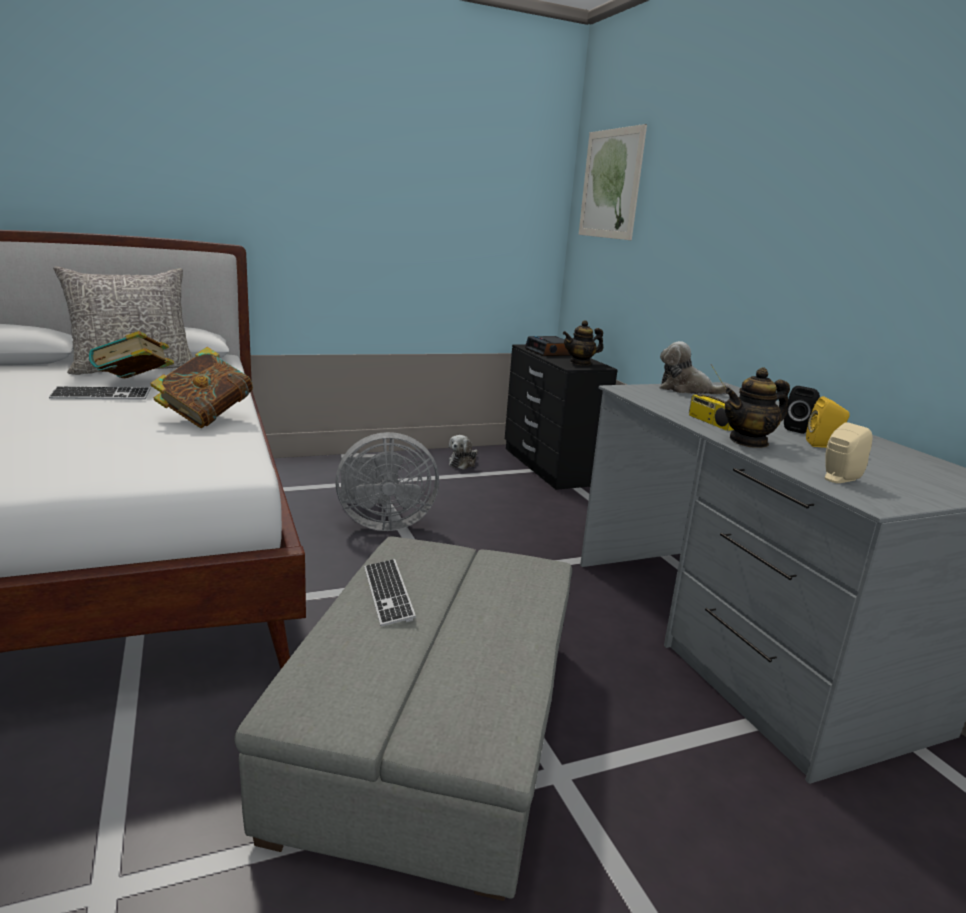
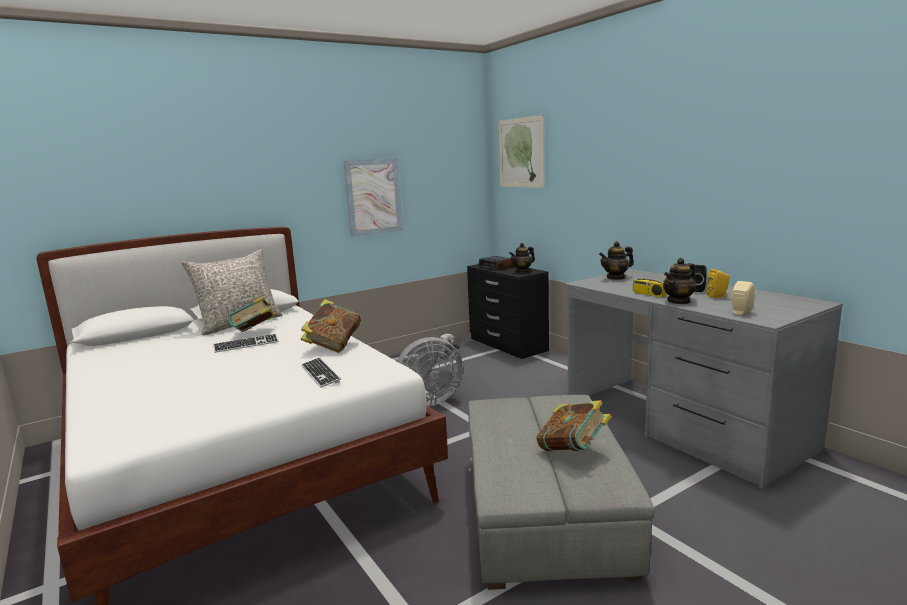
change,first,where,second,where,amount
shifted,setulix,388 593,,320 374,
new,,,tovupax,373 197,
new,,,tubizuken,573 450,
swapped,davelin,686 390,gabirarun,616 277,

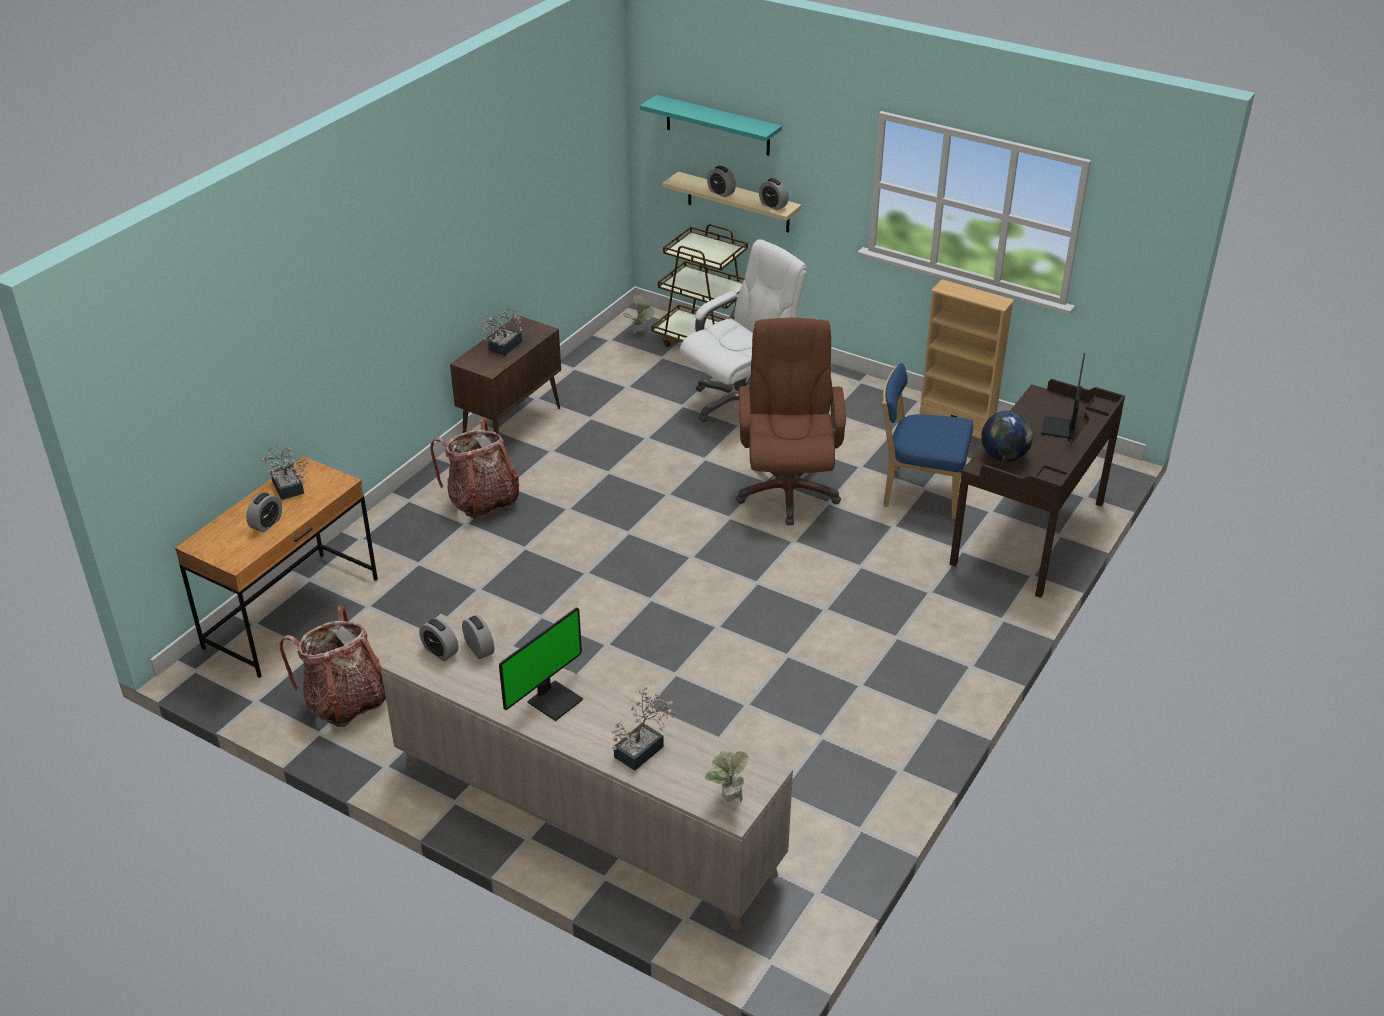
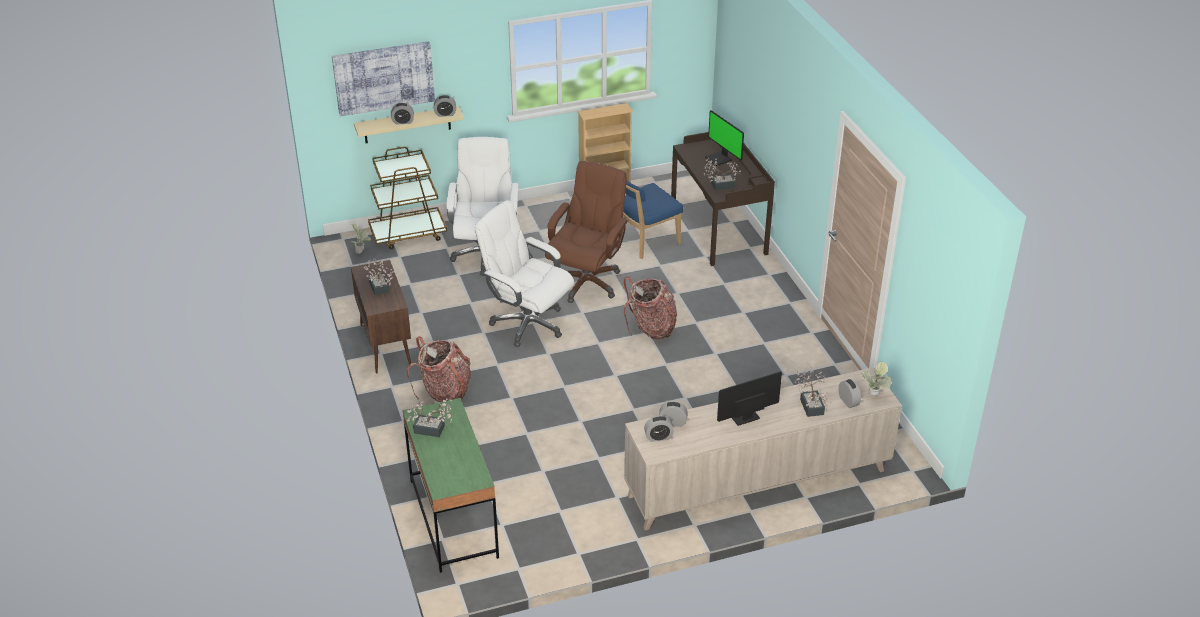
change,first,where,second,where,amount
swapped,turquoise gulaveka,717 126,tovupax,383 77,
repainted,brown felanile,292 613,green felanile,453 518,
new,,,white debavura,527 323,
rotated,brown debavura,787 491,,586 282,75 degrees clockwise
shifted,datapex,346 701,,651 328,
swapped,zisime,1004 456,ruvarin,720 185,
rotated,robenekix,553 700,,743 416,105 degrees counterclockwise
shifted,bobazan,266 524,,848 401,

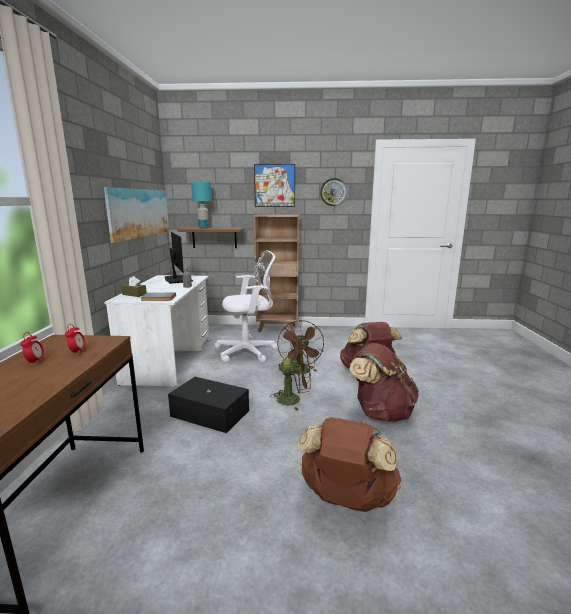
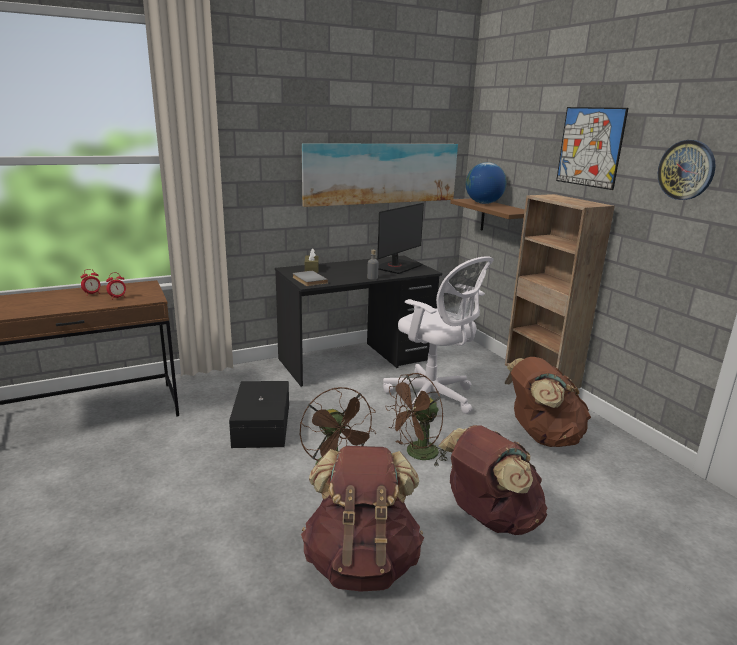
change,first,where,second,where,amount
repainted,white felanile,169 359,black felanile,356 360,
swapped,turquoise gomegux,203 228,zisime,483 203,
shifted,brown datapex,346 499,,541 437,

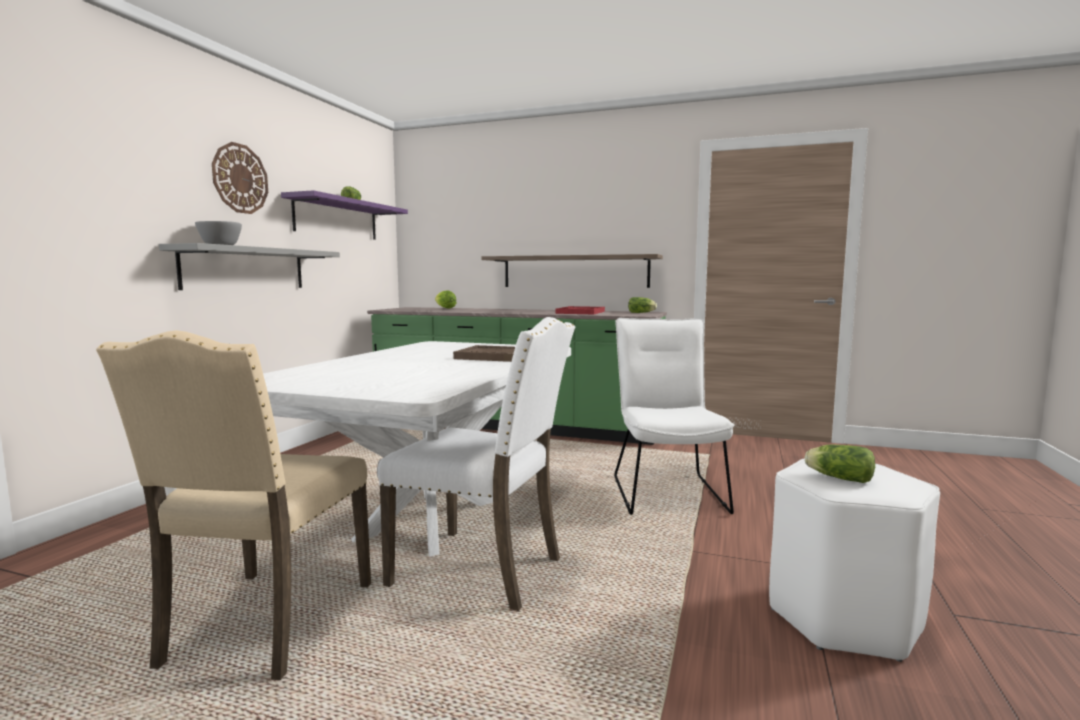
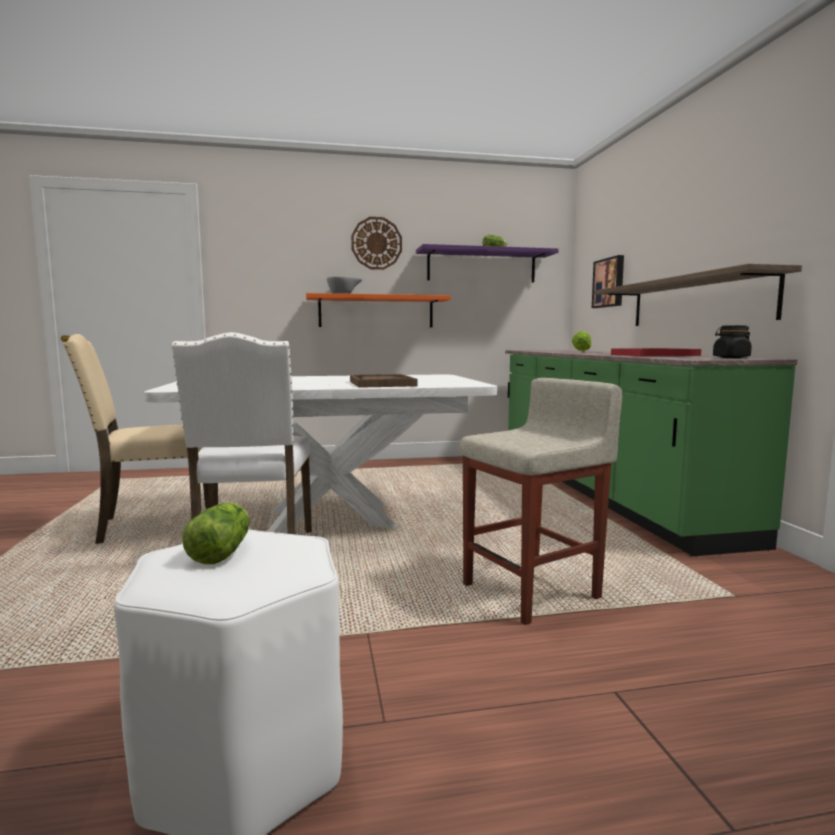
change,first,where,second,where,amount
repainted,grey gulaveka,245 268,orange gulaveka,376 312,
swapped,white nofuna,666 491,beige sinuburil,532 591,
new,,,tovupax,609 283,
swapped,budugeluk,642 312,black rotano,731 357,

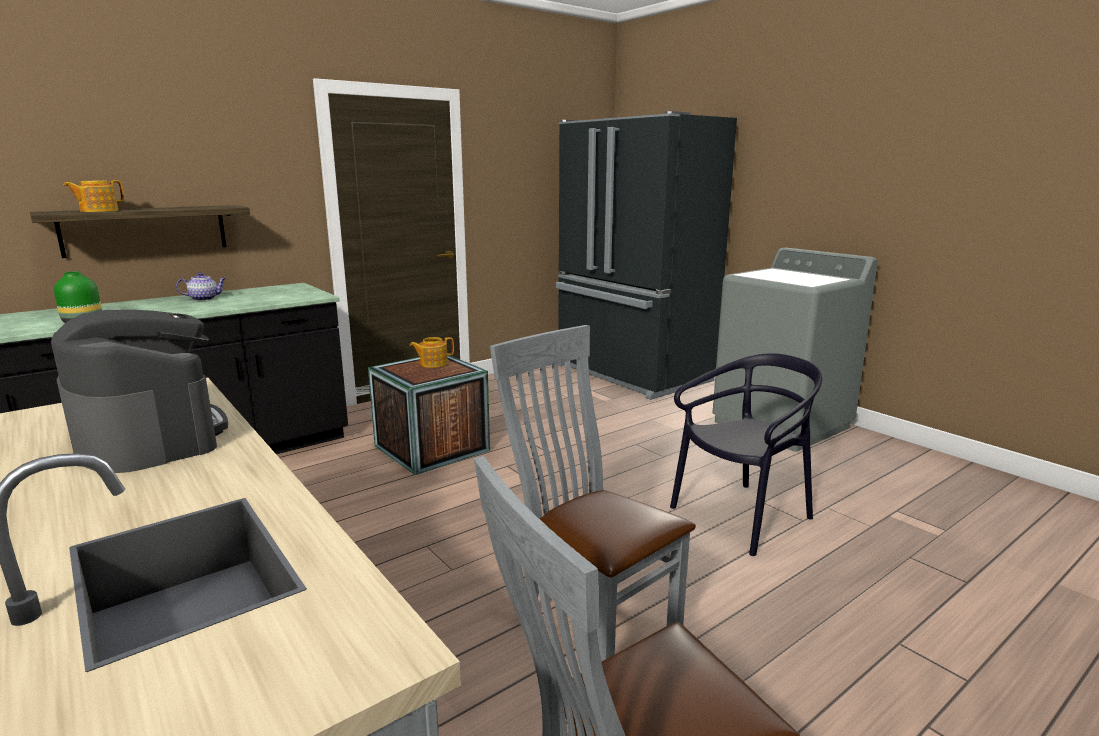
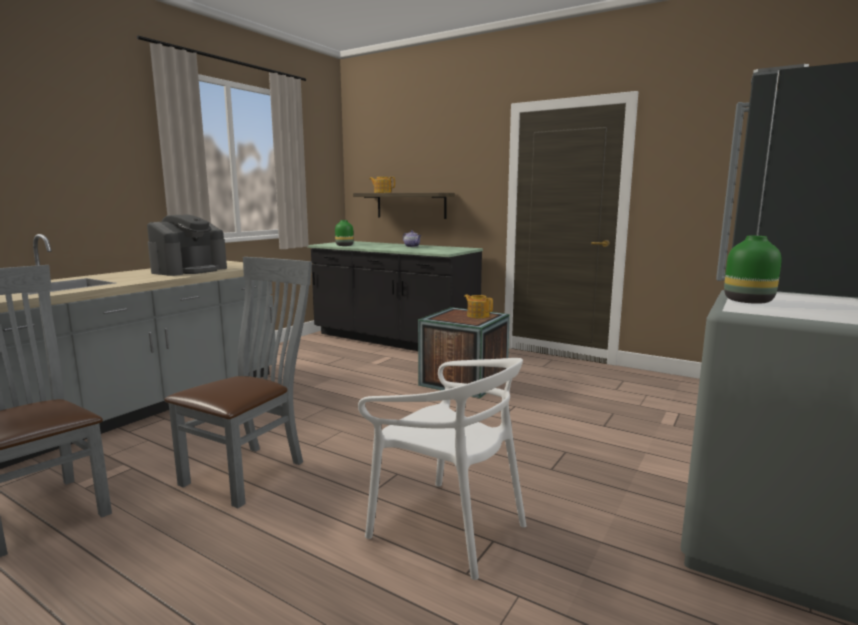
change,first,where,second,where,amount
repainted,black nofuna,742 516,white nofuna,448 527,
new,,,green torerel,749 301,

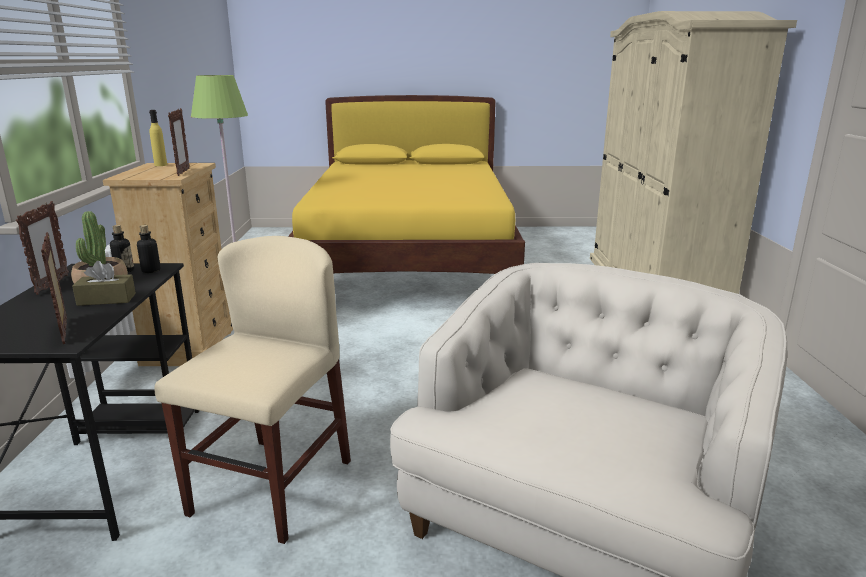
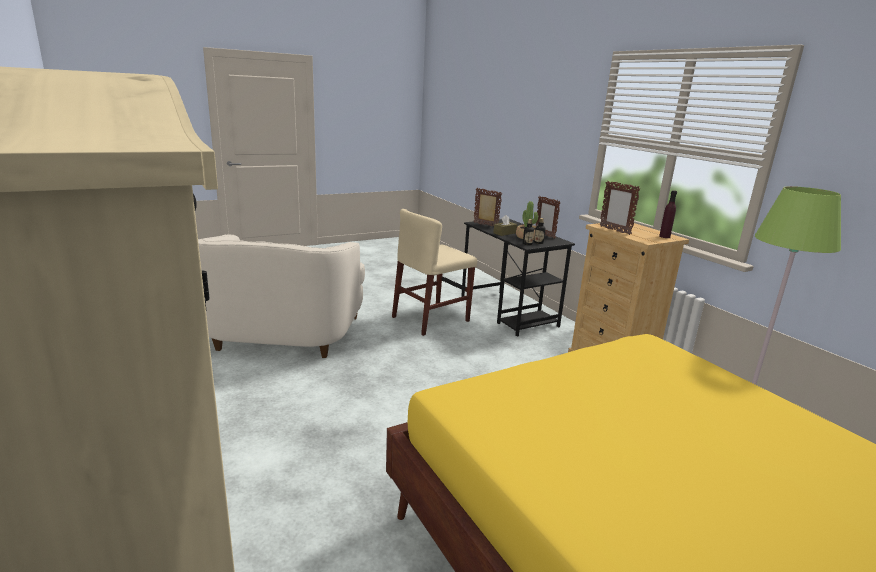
change,first,where,second,where,amount
rotated,beige nofuna,272 487,,431 319,60 degrees clockwise
repainted,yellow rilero,161 165,purple rilero,664 236,

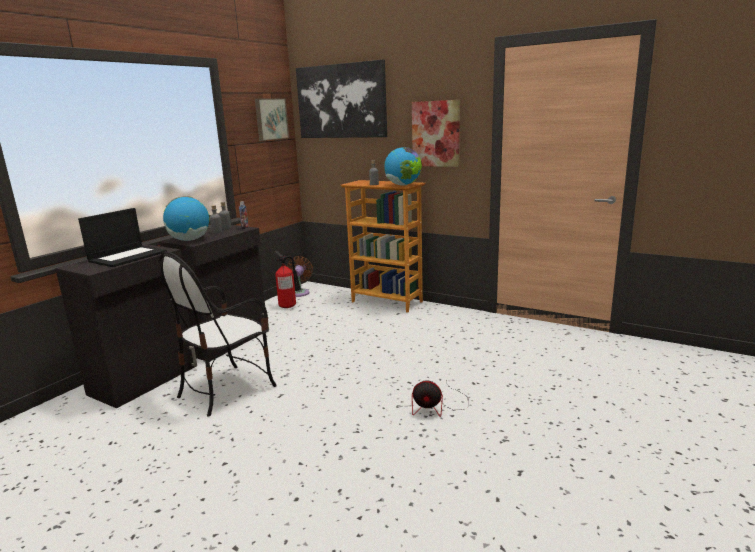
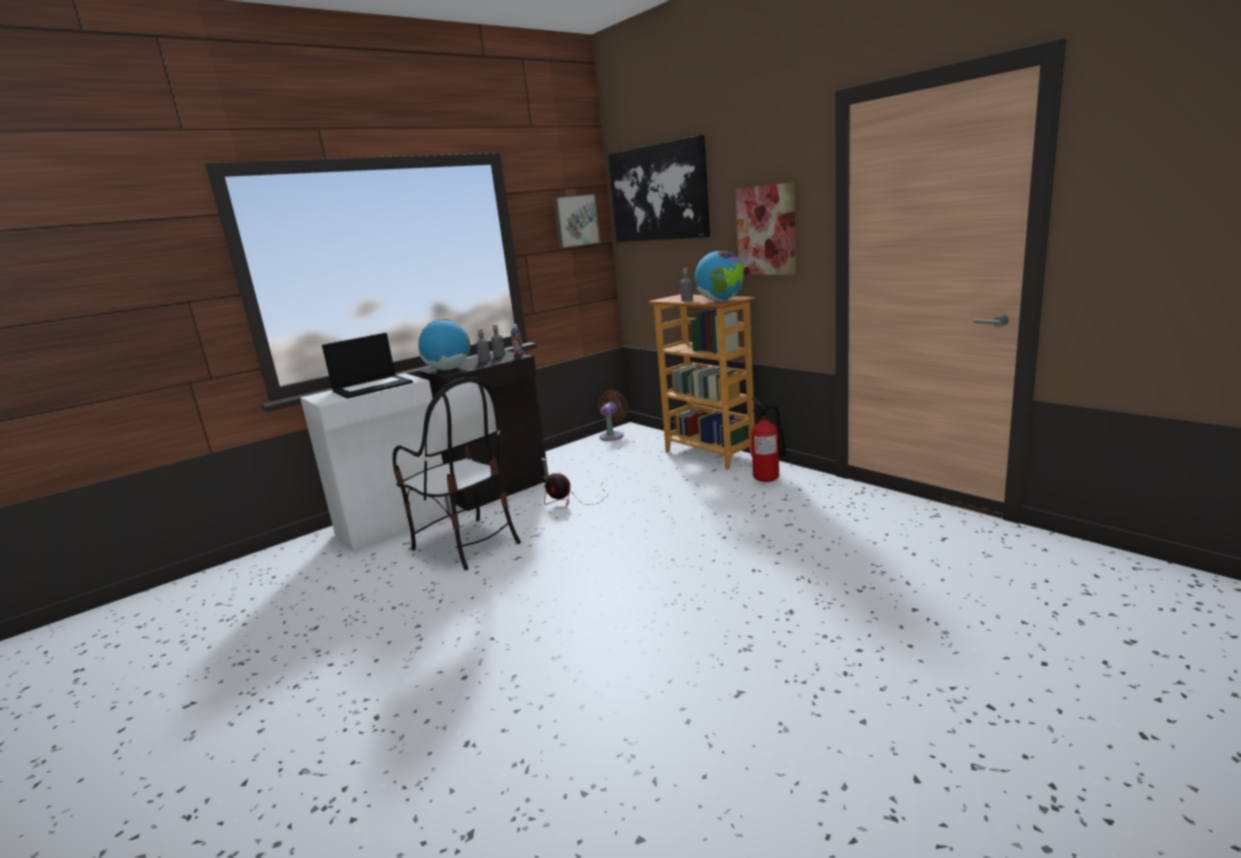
change,first,where,second,where,amount
repainted,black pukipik,145 380,white pukipik,396 524,
rotated,nofuna,227 389,,467 544,105 degrees counterclockwise
shifted,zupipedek,438 406,,573 500,
shifted,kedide,289 306,,769 478,

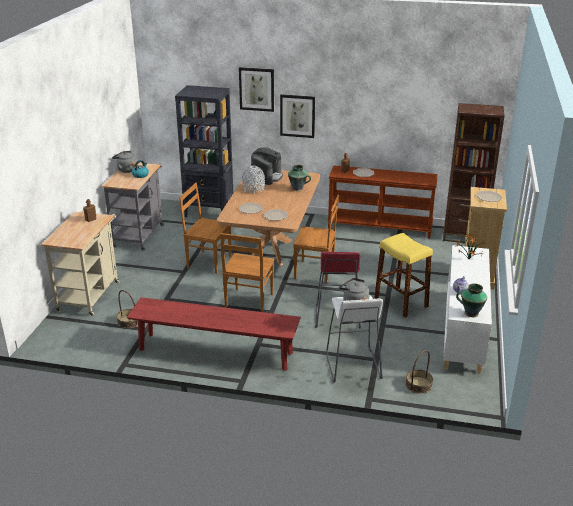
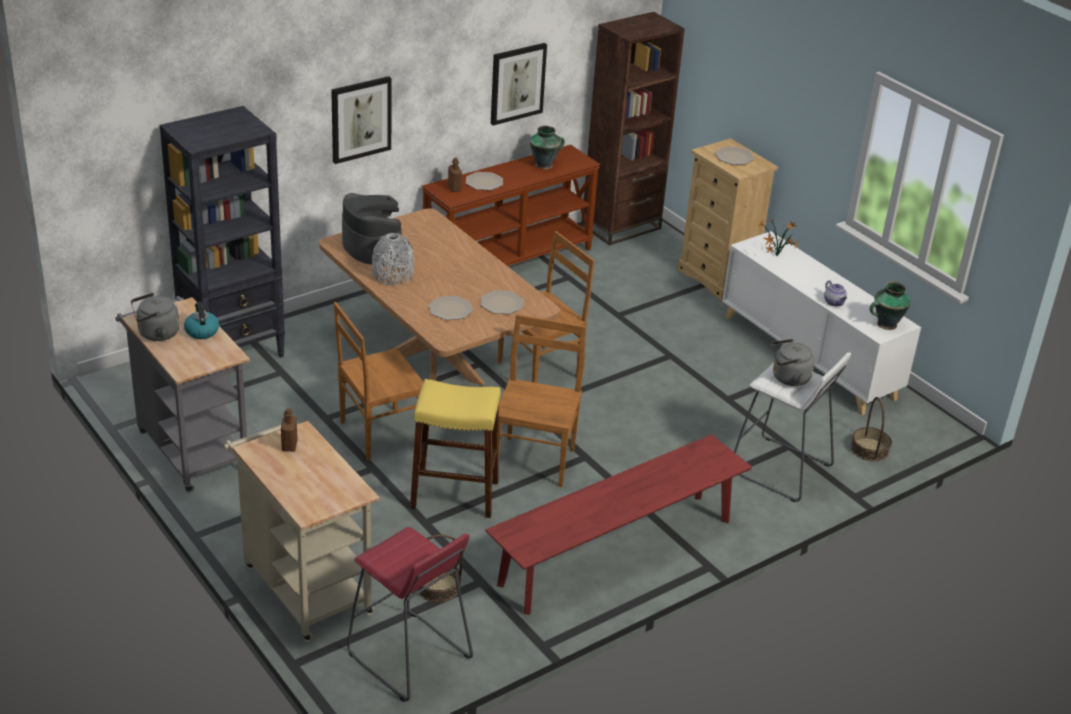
change,first,where,second,where,amount
shifted,red sinuburil,337 316,,409 657,
shifted,yellow sinuburil,401 302,,454 494,
shifted,tovupax,257 89,,517 83,
rotated,brown nofuna,248 301,,535 460,135 degrees counterclockwise
shifted,torerel,298 189,,545 165,

